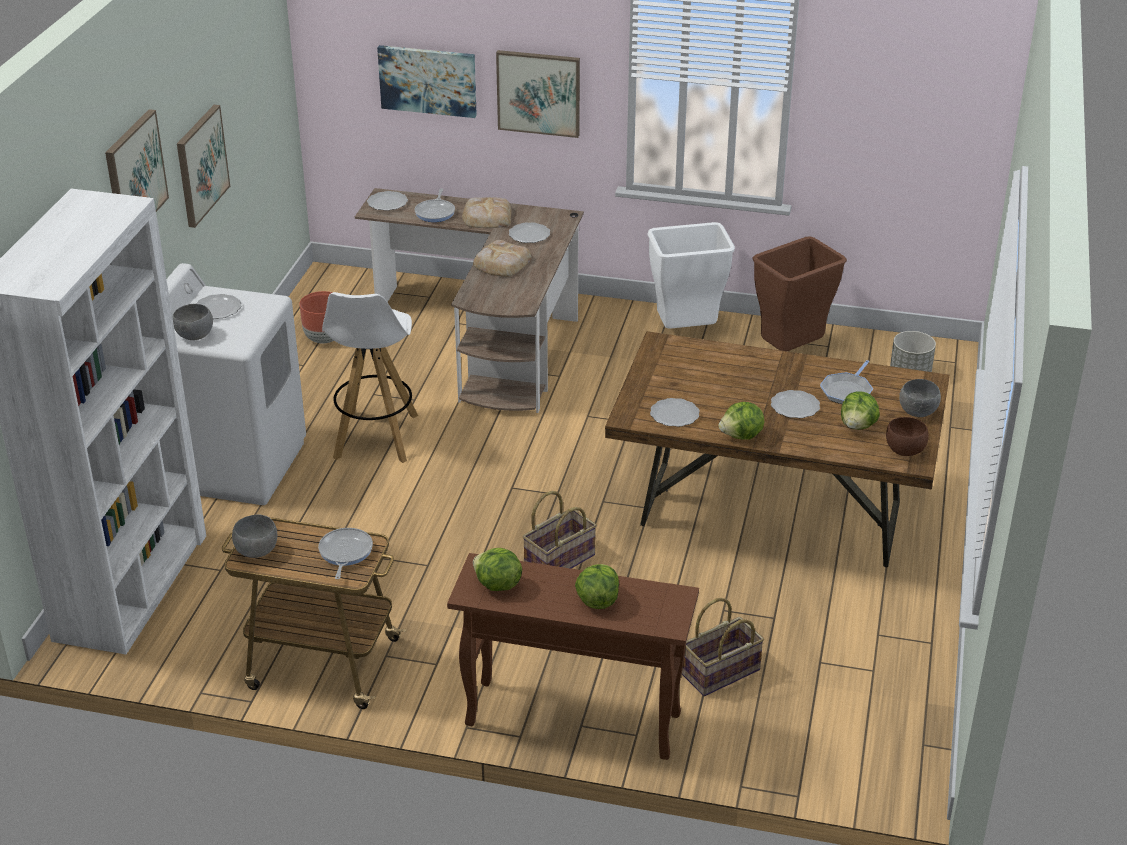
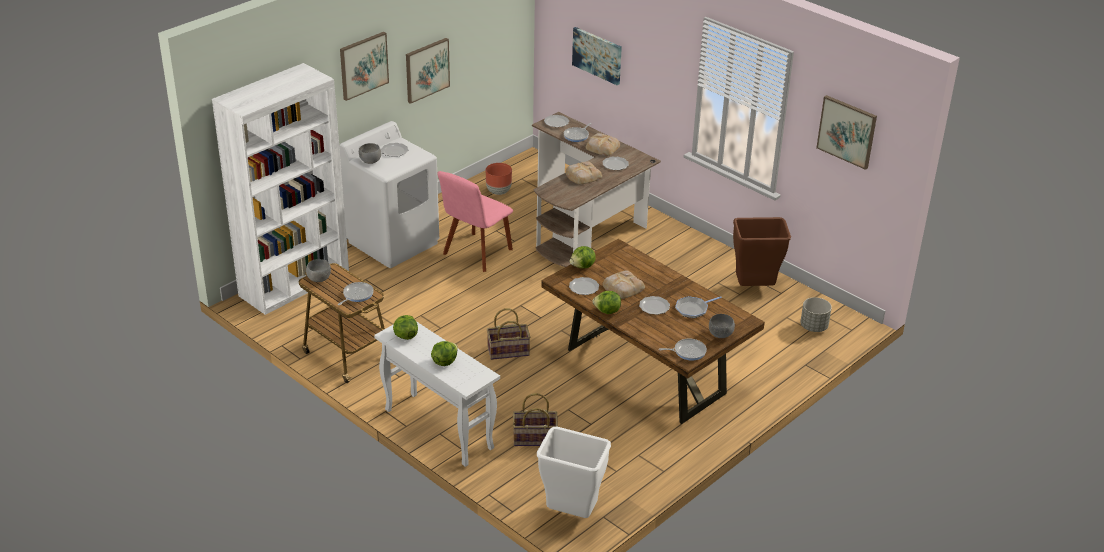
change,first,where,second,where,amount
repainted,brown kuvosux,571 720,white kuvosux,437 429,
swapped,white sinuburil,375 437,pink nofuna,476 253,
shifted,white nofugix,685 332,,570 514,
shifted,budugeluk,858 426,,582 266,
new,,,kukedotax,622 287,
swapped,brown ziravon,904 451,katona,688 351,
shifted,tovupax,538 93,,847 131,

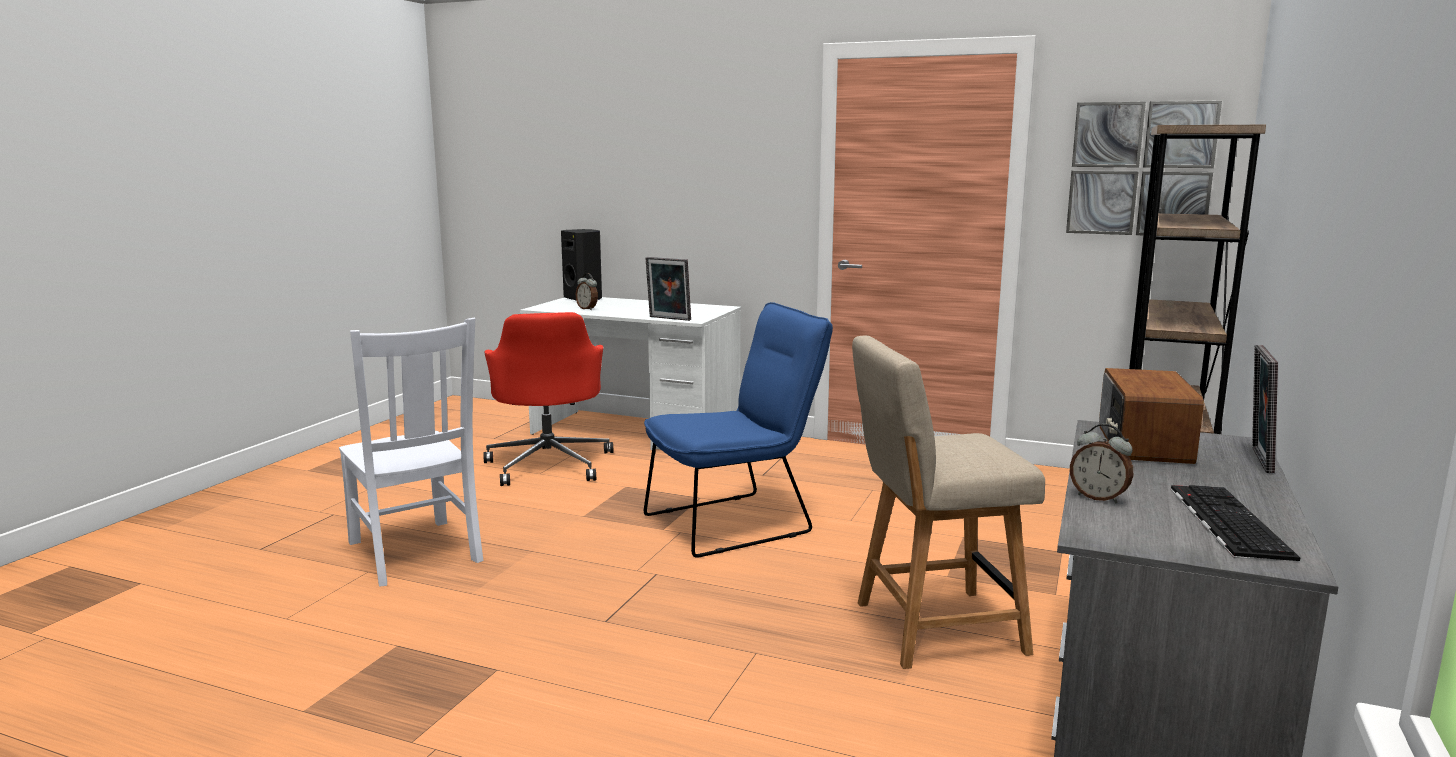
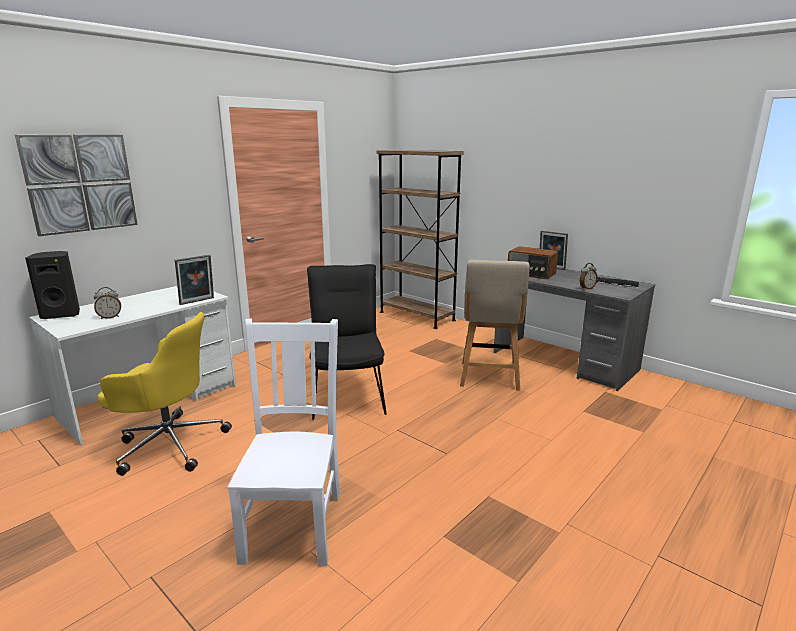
change,first,where,second,where,amount
shifted,tovupax,1140 169,,80 183,
repainted,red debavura,550 464,yellow debavura,169 444,
rotated,white nofuna,415 554,,294 523,75 degrees counterclockwise
repainted,blue nofuna,737 522,black nofuna,347 395,

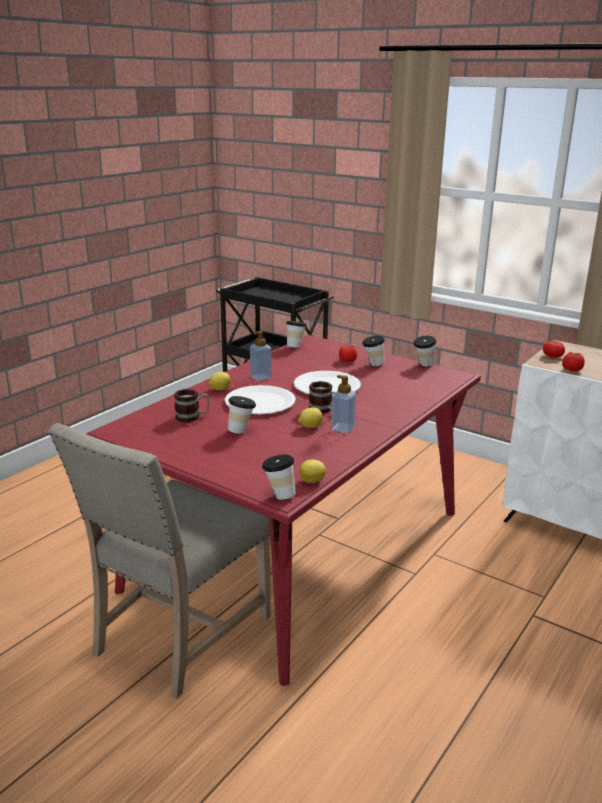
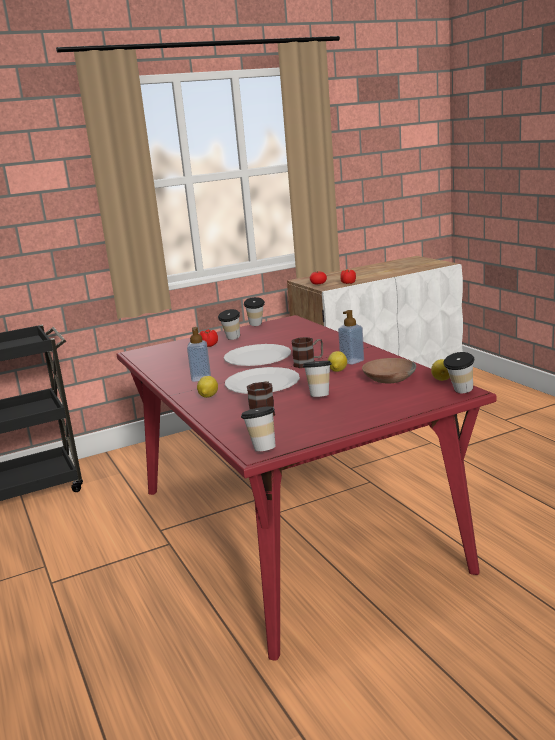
change,first,where,second,where,amount
shifted,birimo,295 346,,261 448,
new,,,brown ziravon,388 378,
gone,beige nofuna,177 636,,,

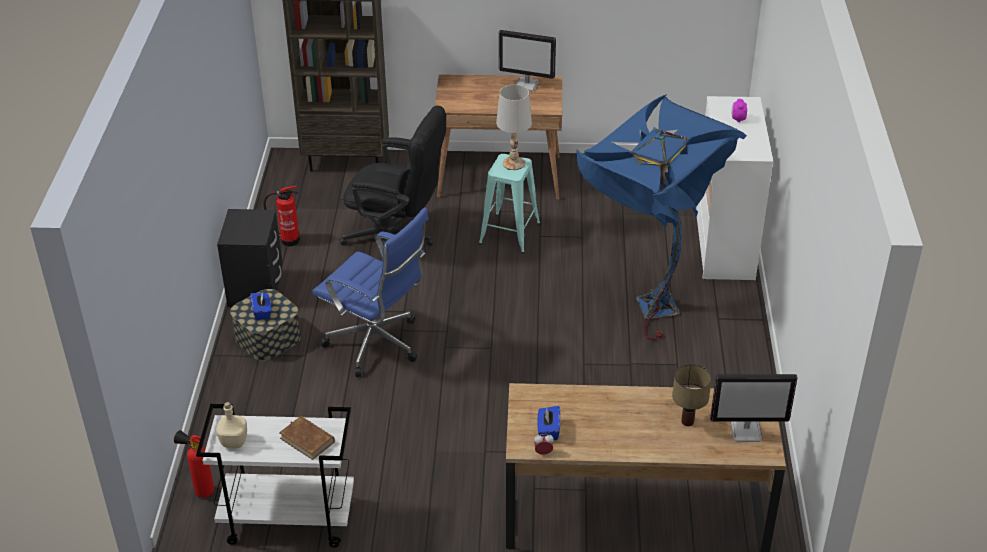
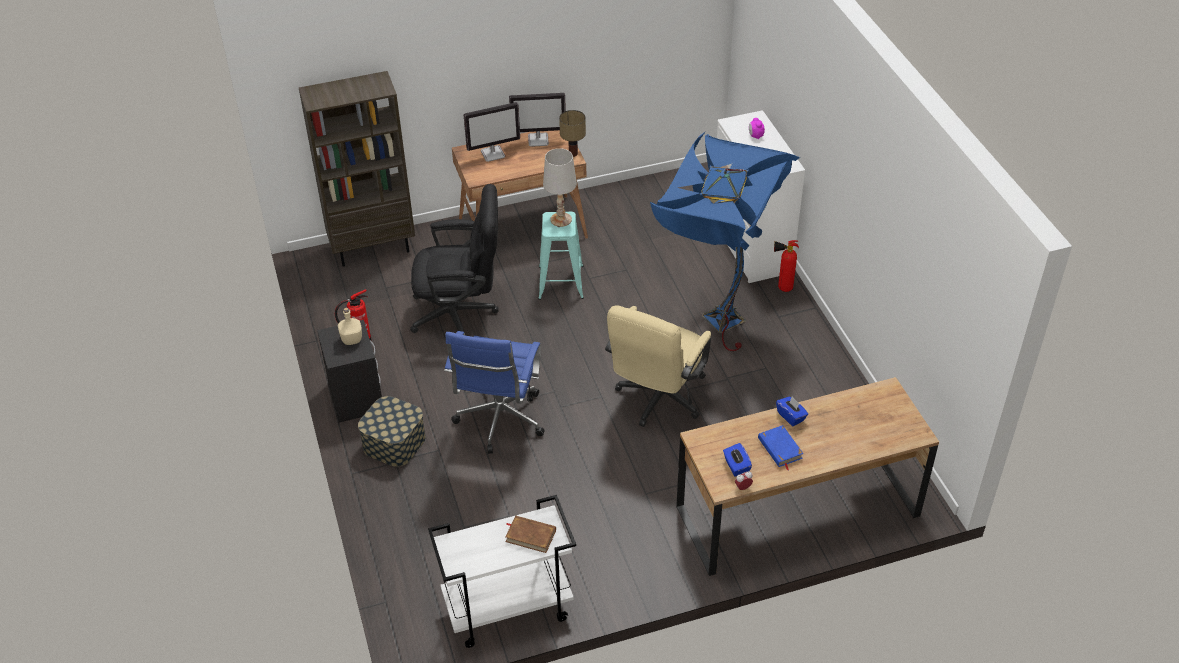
change,first,where,second,where,amount
shifted,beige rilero,234 441,,351 339,
rotated,blue debavura,377 345,,499 422,90 degrees clockwise
shifted,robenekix,746 431,,493 154,
shifted,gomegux,687 421,,573 153,
new,,,beige debavura,657 400,
new,,,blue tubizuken,779 448,
shifted,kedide,200 491,,781 288,
shifted,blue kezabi,262 312,,791 416,

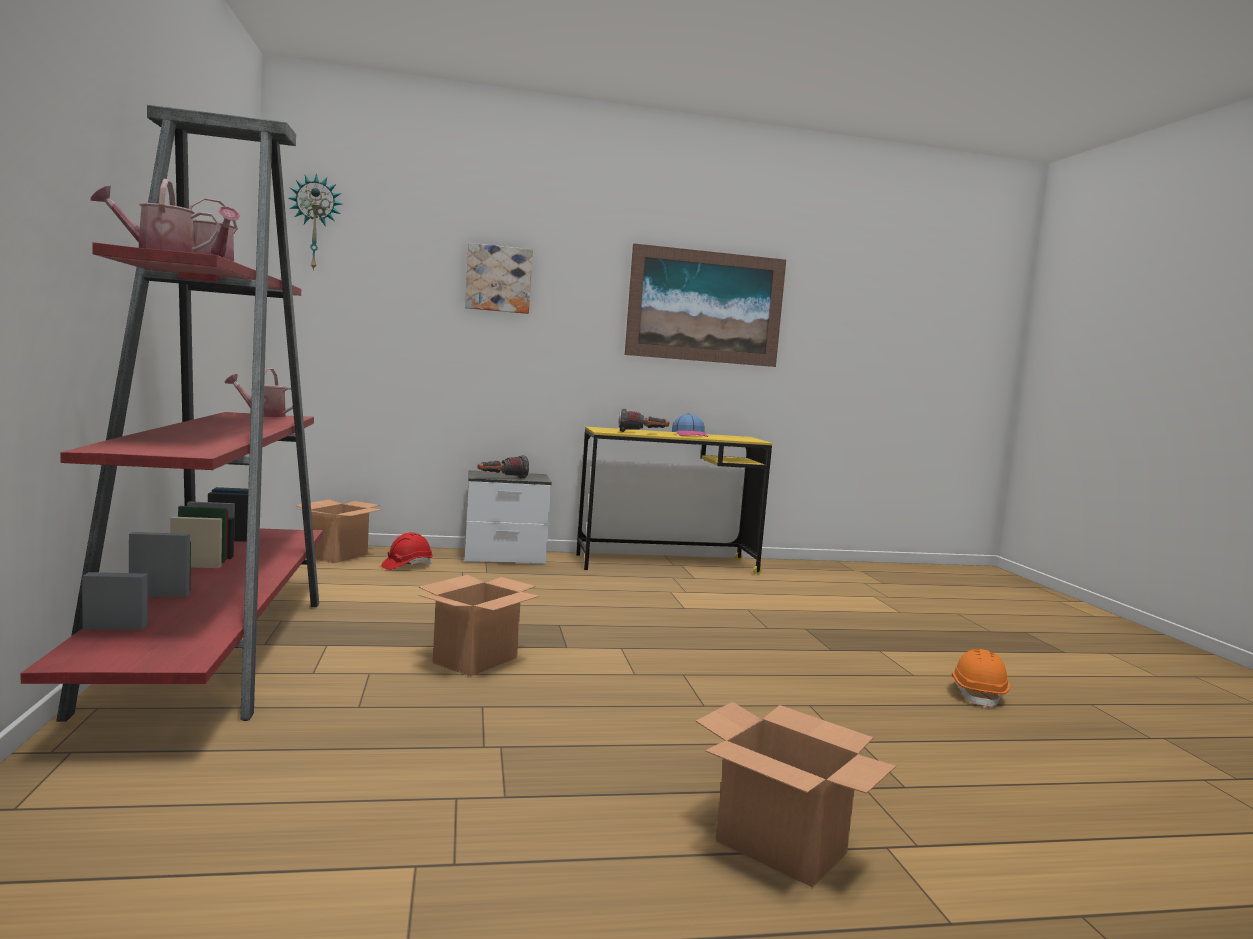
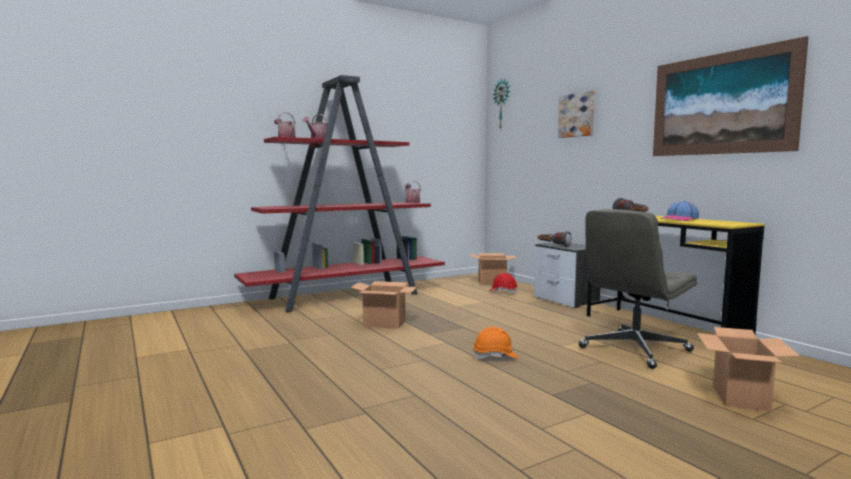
change,first,where,second,where,amount
shifted,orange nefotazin,978 695,,495 357,
new,,,grey debavura,634 350,
shifted,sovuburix,782 848,,741 397,

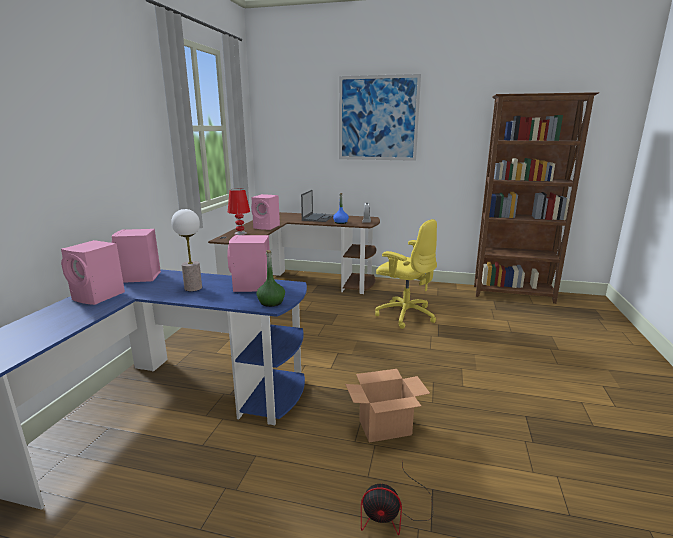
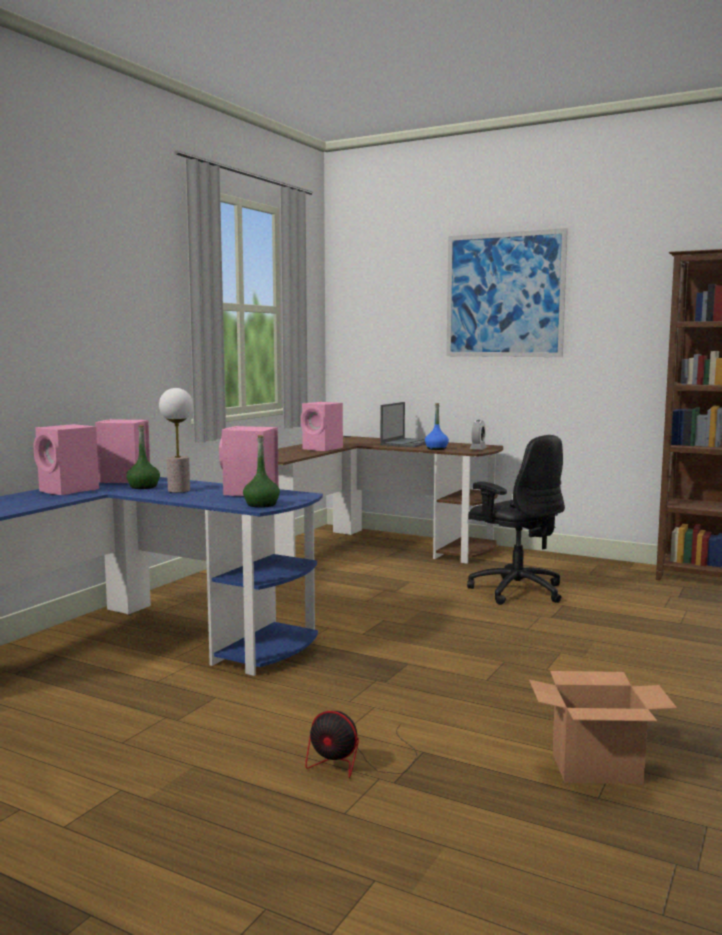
change,first,where,second,where,amount
new,,,green rilero,143 487,
repainted,yellow debavura,405 315,black debavura,516 590,
shifted,sovuburix,385 427,,597 768,
gone,red gomegux,240 233,,,

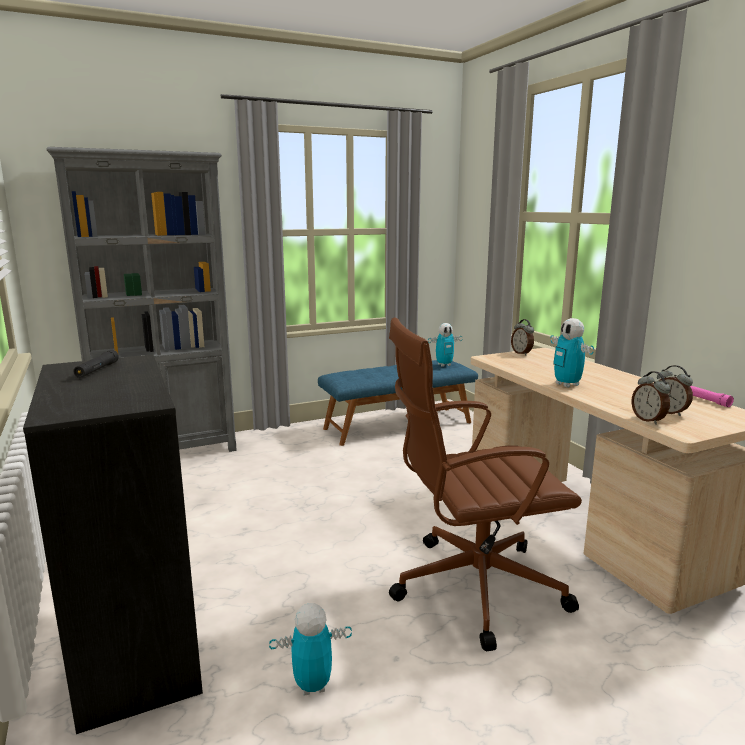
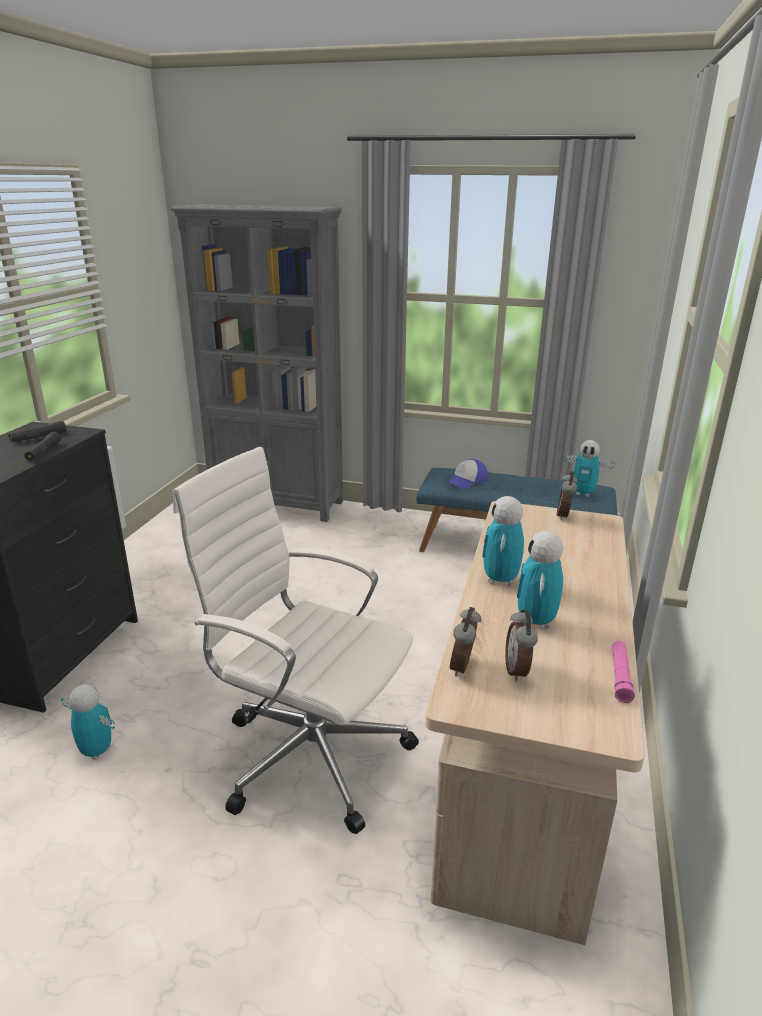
change,first,where,second,where,amount
new,,,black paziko,44 452,
repainted,brown debavura,472 587,white debavura,310 752,
new,,,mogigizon,467 481,
new,,,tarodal,535 621,

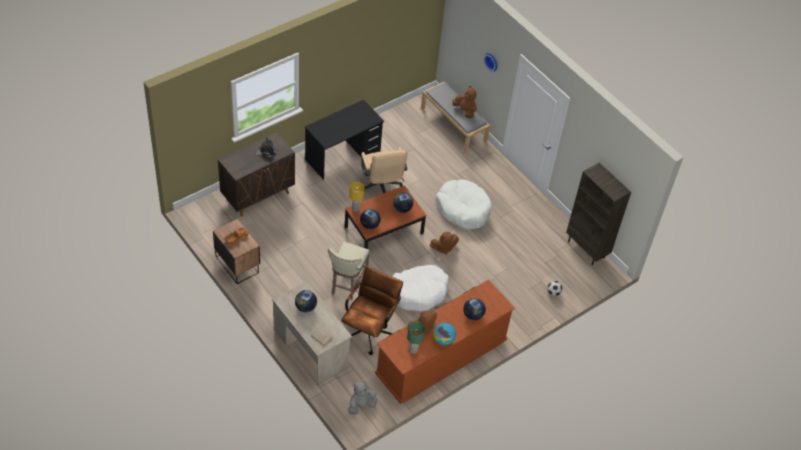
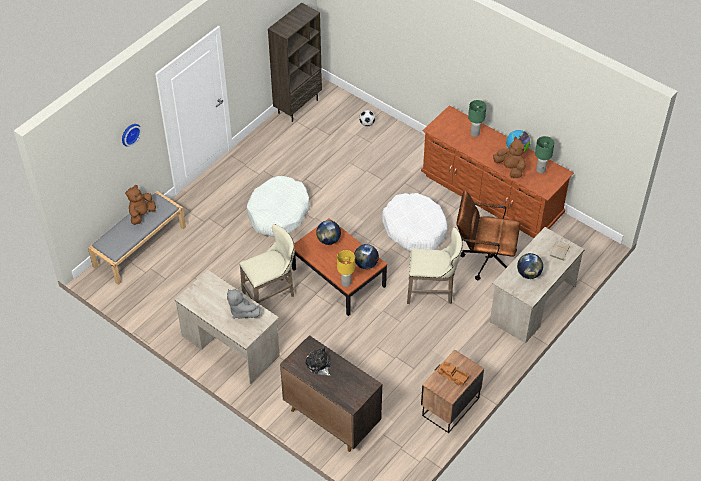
change,first,where,second,where,amount
repainted,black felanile,343 156,beige felanile,230 345,
shifted,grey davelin,361 405,,241 311,
swapped,beige debavura,381 187,beige sinuburil,271 294,
swapped,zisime,473 315,green gomegux,474 133,
gone,brown davelin,443 248,,,

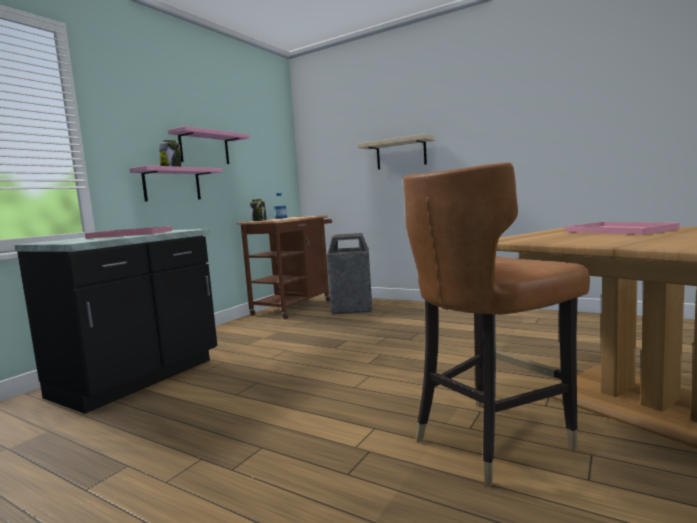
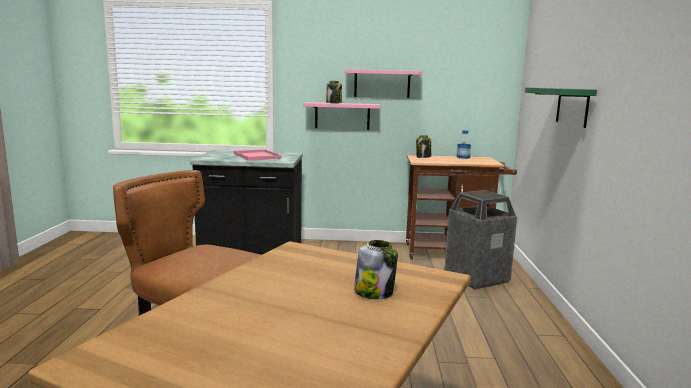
change,first,where,second,where,amount
swapped,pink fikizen,617 230,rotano,374 292,
repainted,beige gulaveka,401 154,green gulaveka,572 106,

